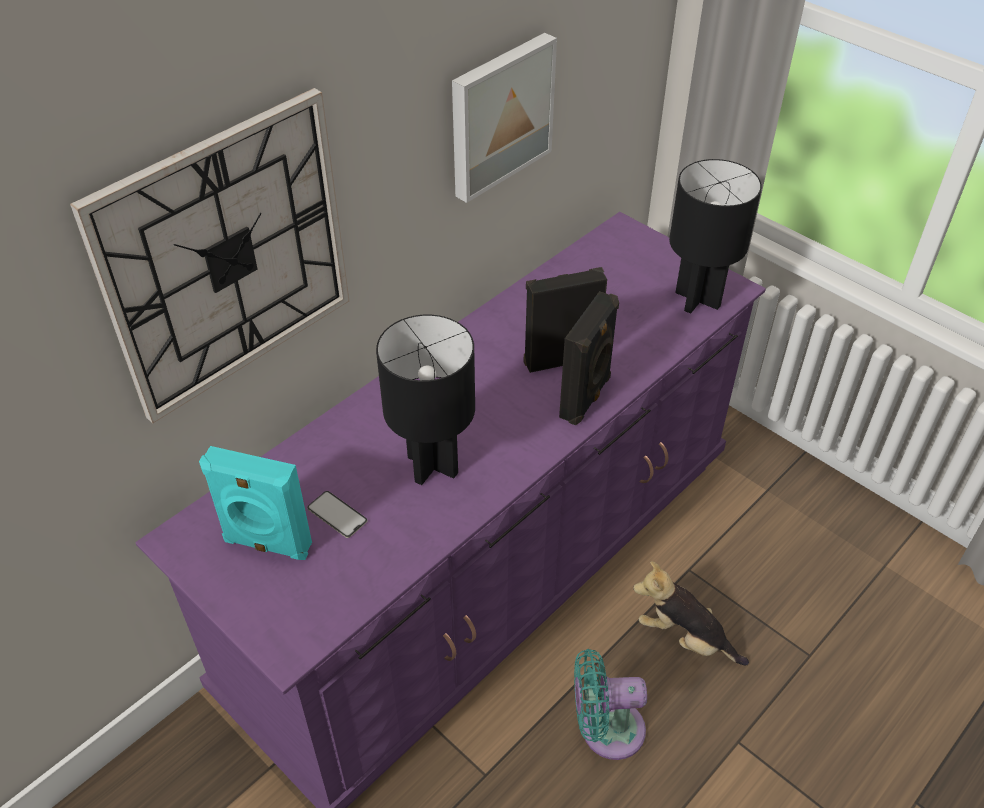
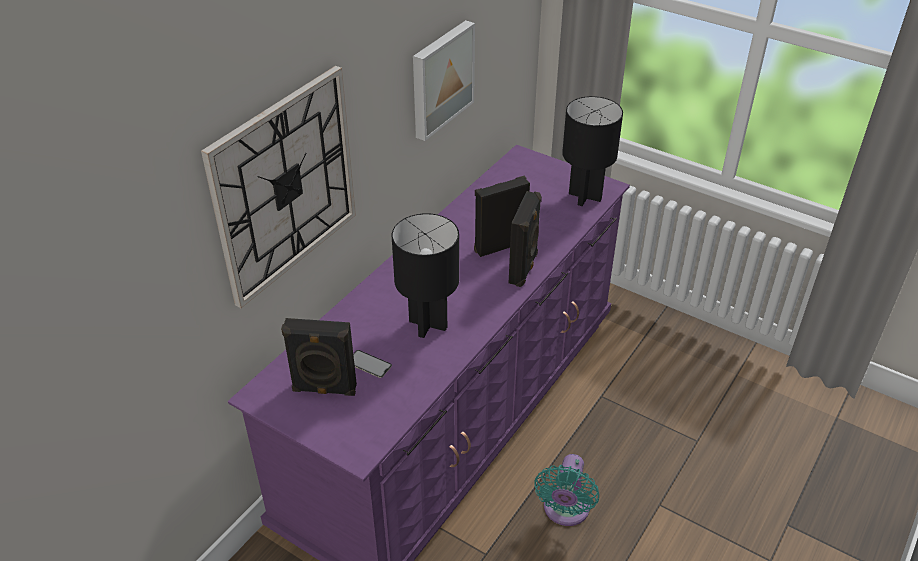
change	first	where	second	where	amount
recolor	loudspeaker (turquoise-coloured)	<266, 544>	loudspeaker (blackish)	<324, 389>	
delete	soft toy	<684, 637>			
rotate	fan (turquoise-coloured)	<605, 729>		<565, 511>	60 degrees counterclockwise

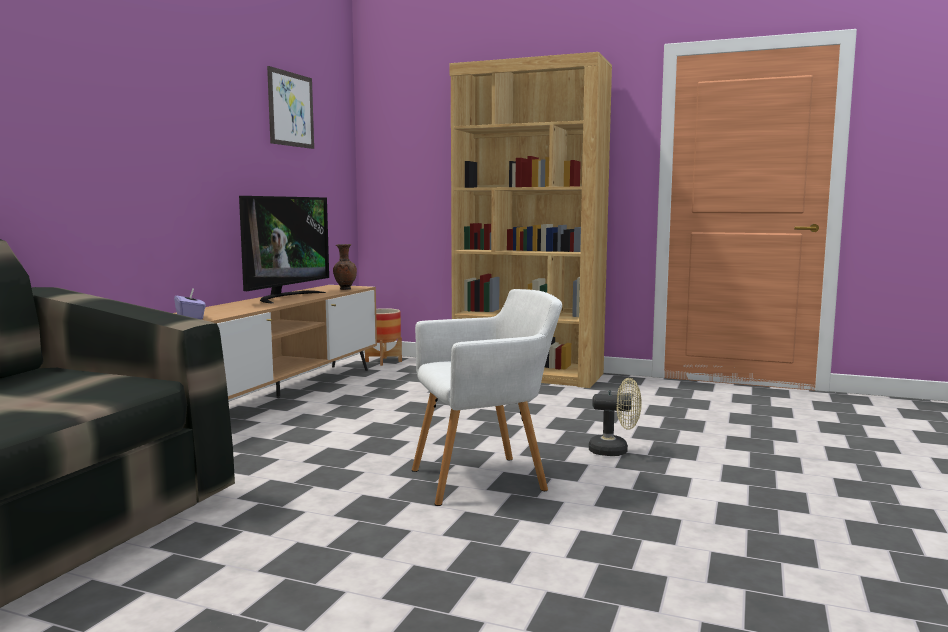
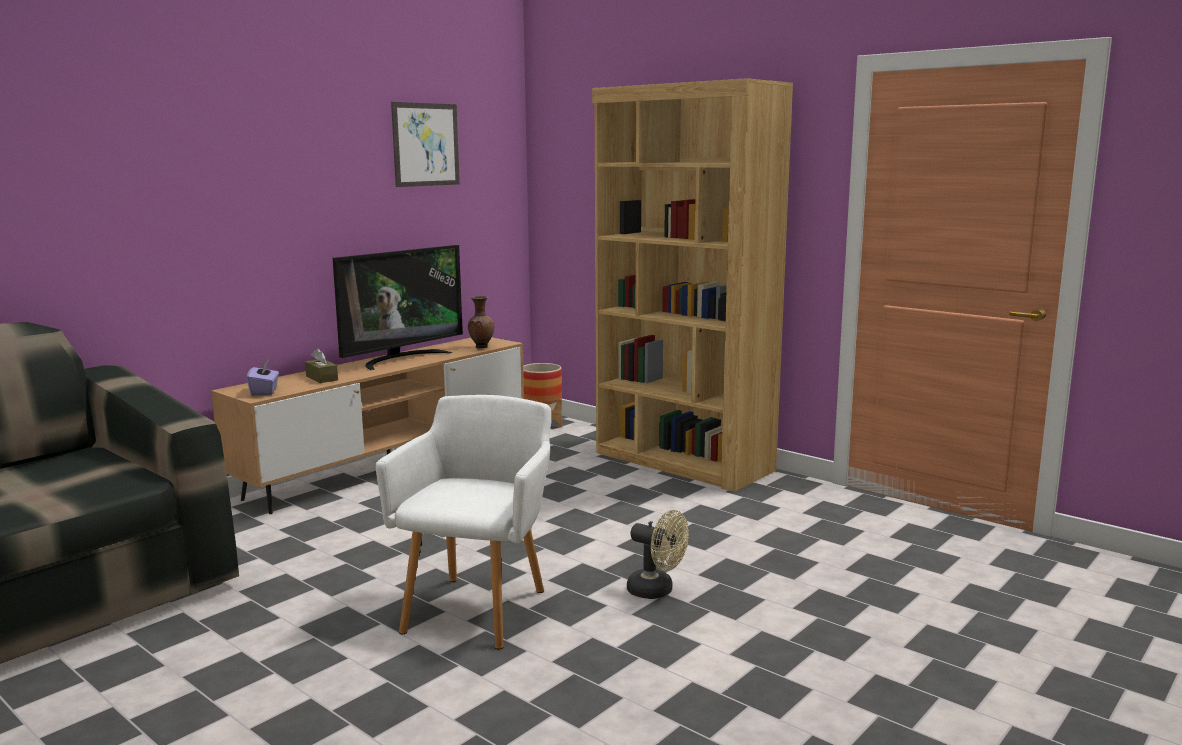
change	first	where	second	where	amount
rotate	lounge chair (white-coloured)	<485, 479>		<479, 607>	75 degrees counterclockwise
insert			box of tissues (brown)	<322, 378>	

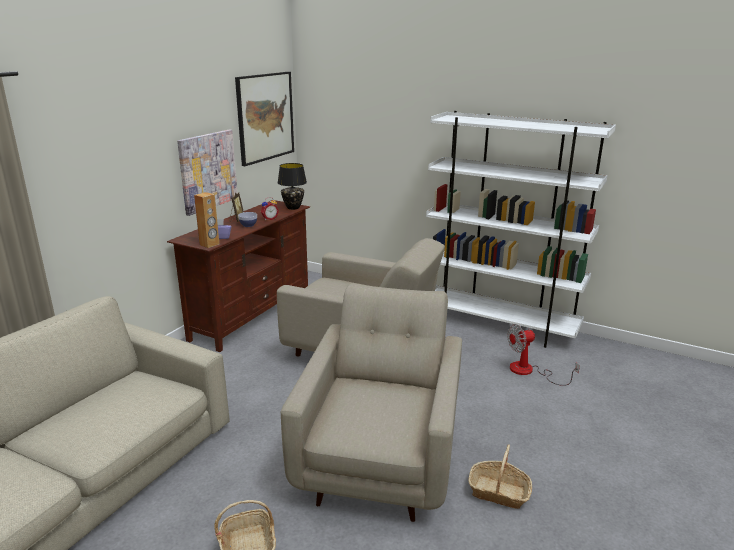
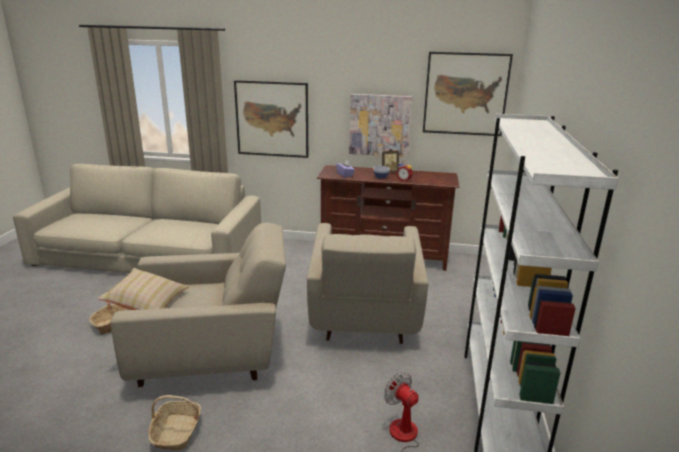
change	first	where	second	where	amount
delete	tabletop lamp (blackish)	<293, 208>			
delete	loudspeaker (brown)	<209, 244>			
insert			wall picture	<272, 119>	
insert			cushion (beige-coloured)	<147, 304>	

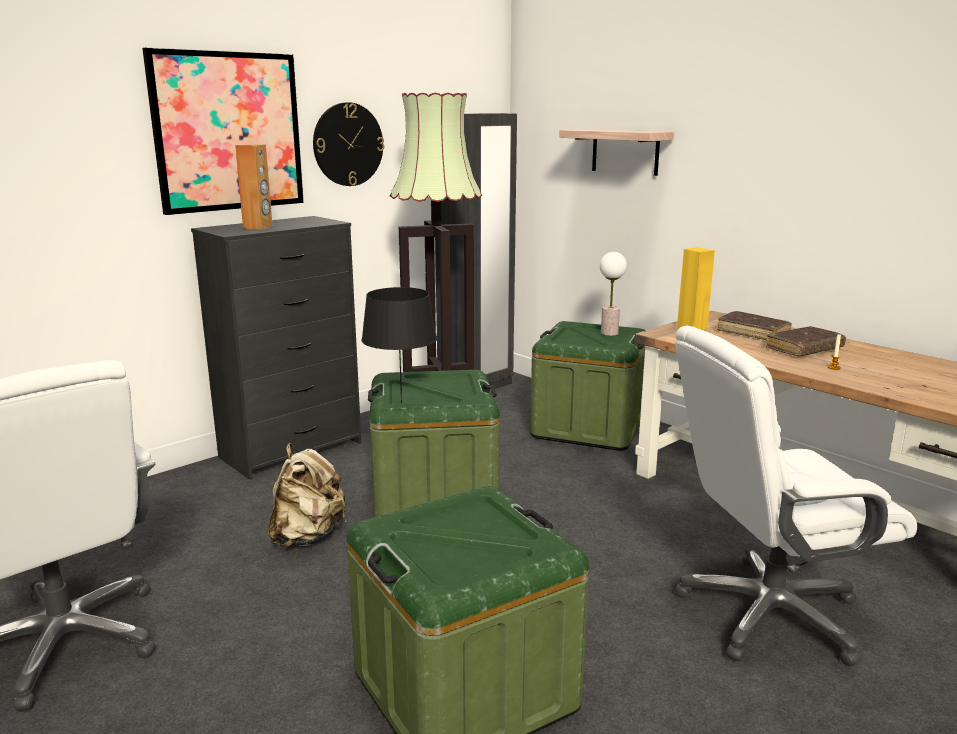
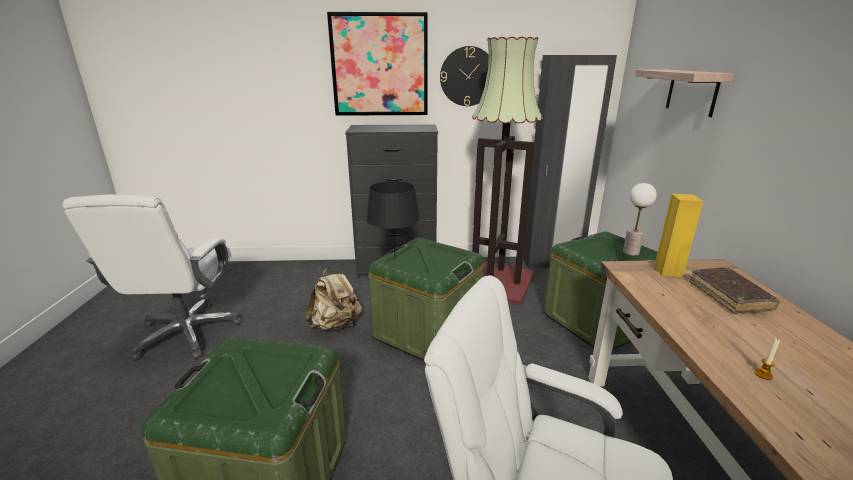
change	first	where	second	where	amount
delete	loudspeaker (brown)	<258, 227>			
delete	book (brown)	<804, 349>			

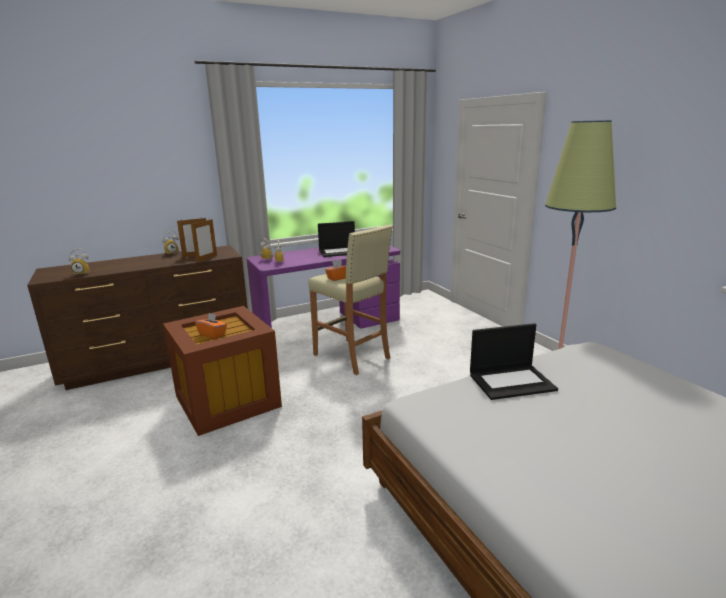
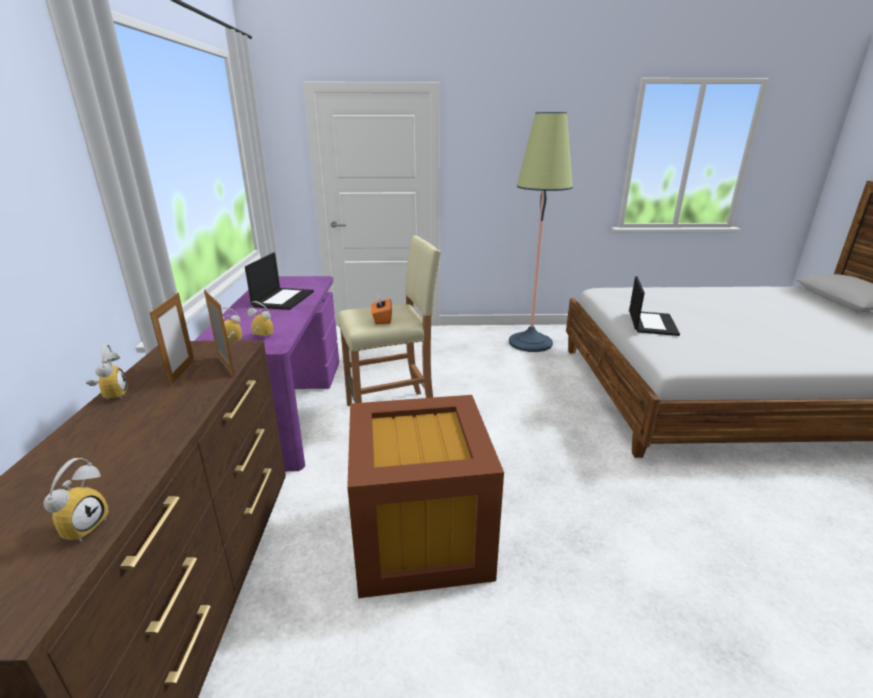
change	first	where	second	where	amount
delete	box of tissues (orange)	<212, 334>			

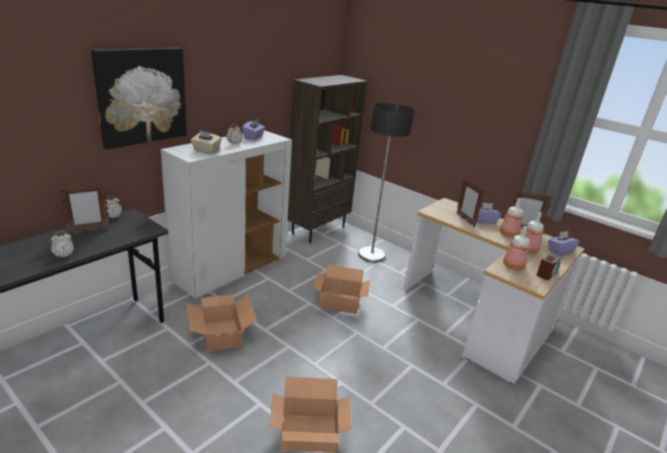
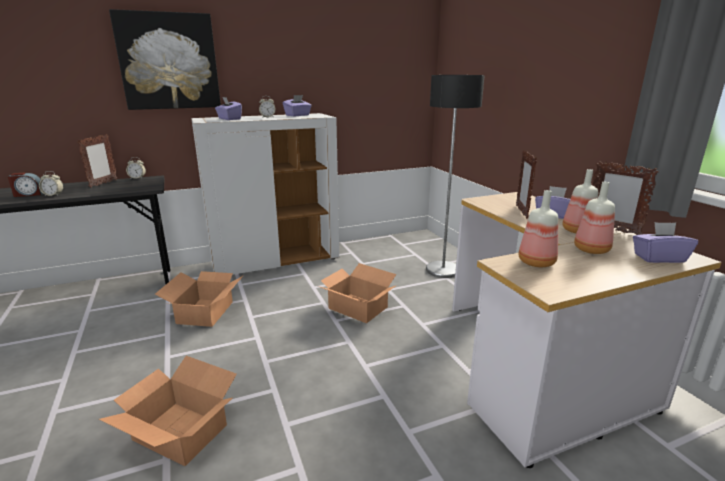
change	first	where	second	where	amount
delete	bookshelf (brown)	<318, 229>			
recolor	box of tissues (beige-coloured)	<206, 150>	box of tissues (purple-coloured)	<229, 119>	
rotate	photo frame	<88, 229>		<103, 183>	75 degrees counterclockwise
move	bedside clock	<546, 274>		<29, 194>	

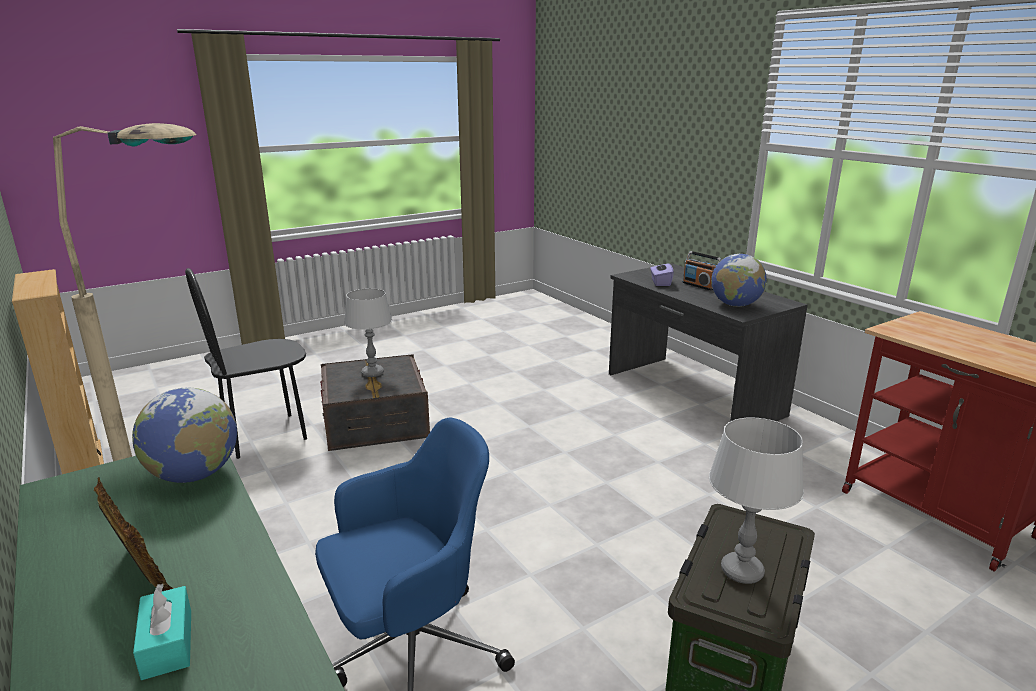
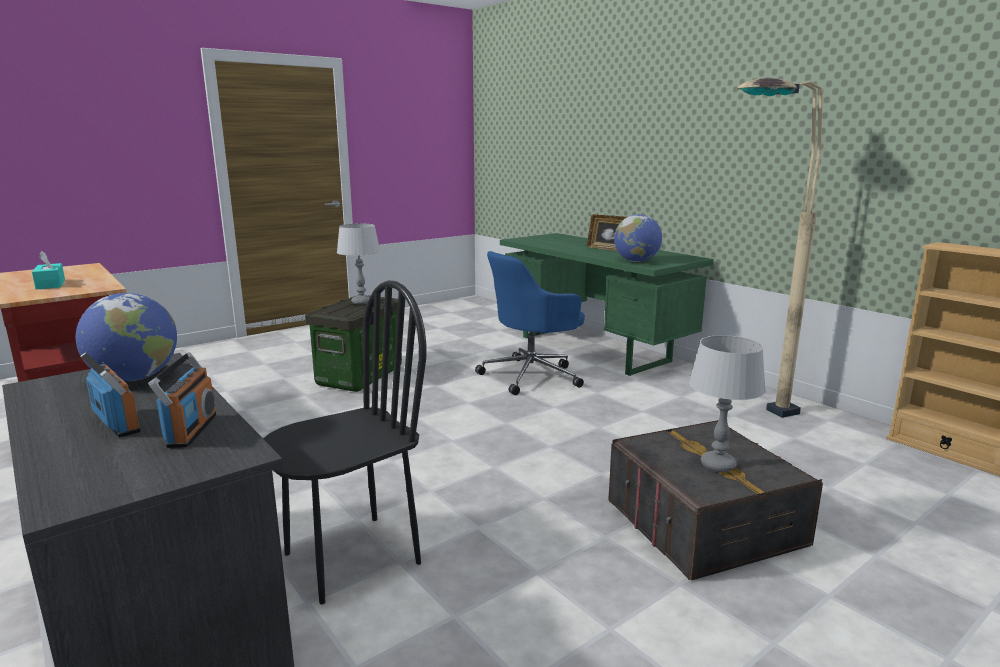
change	first	where	second	where	amount
replace	box of tissues (purple-coloured)	<660, 282>	radio	<191, 430>	
move	upright chair (blackish)	<265, 435>		<352, 557>	
move	box of tissues (turquoise-coloured)	<167, 644>		<50, 284>	

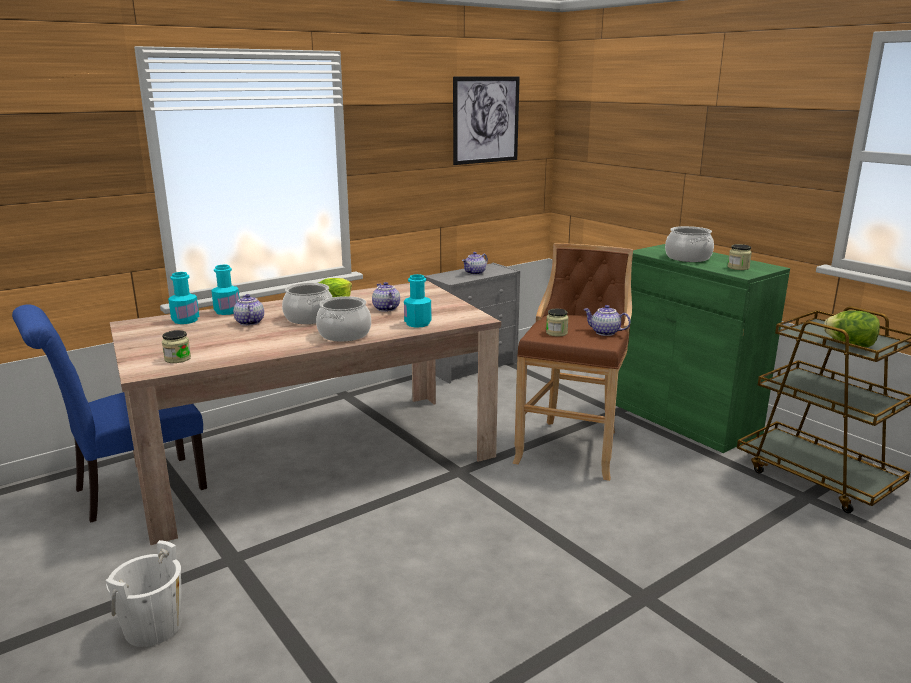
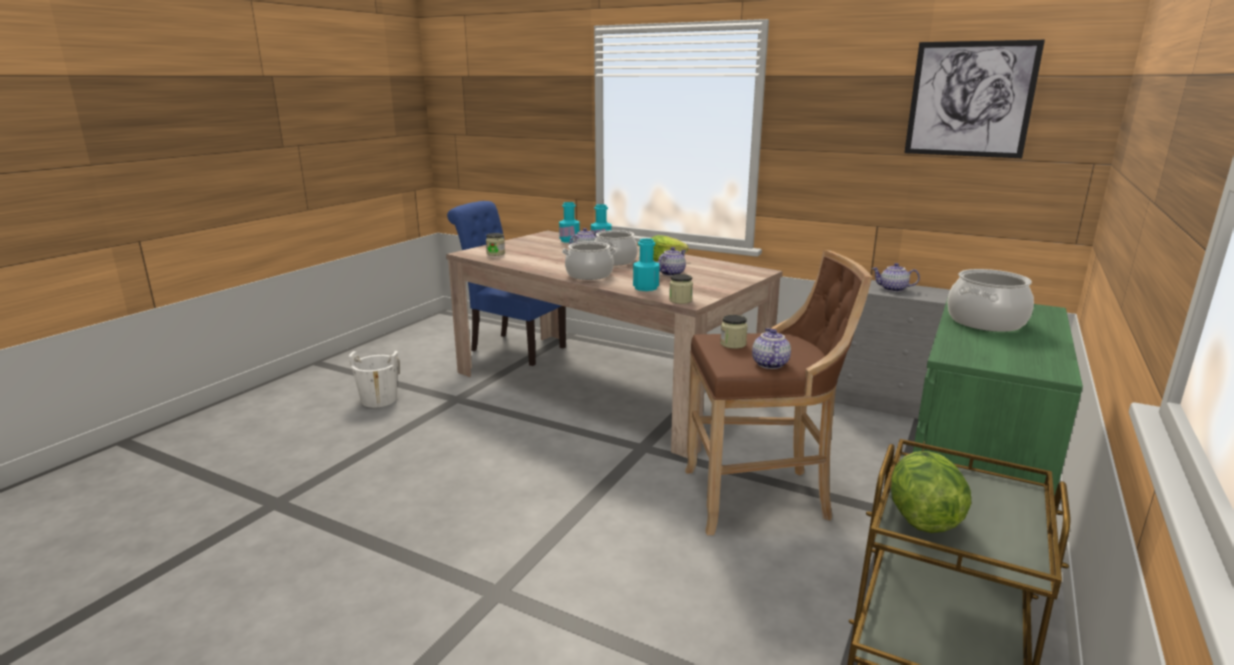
change	first	where	second	where	amount
move	preserve jar	<738, 267>		<680, 300>	

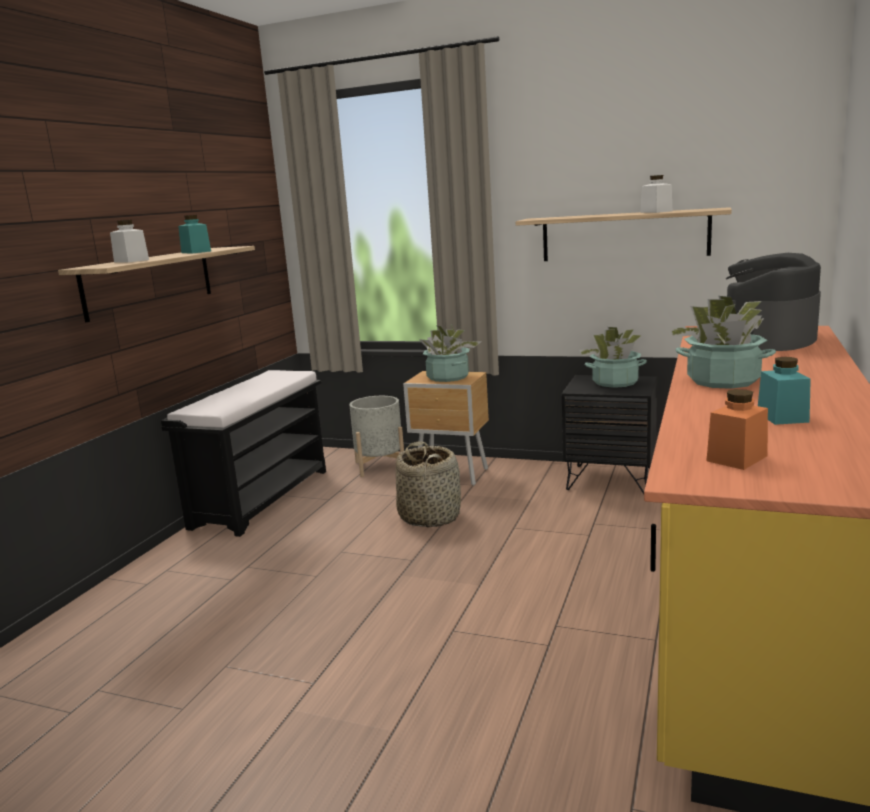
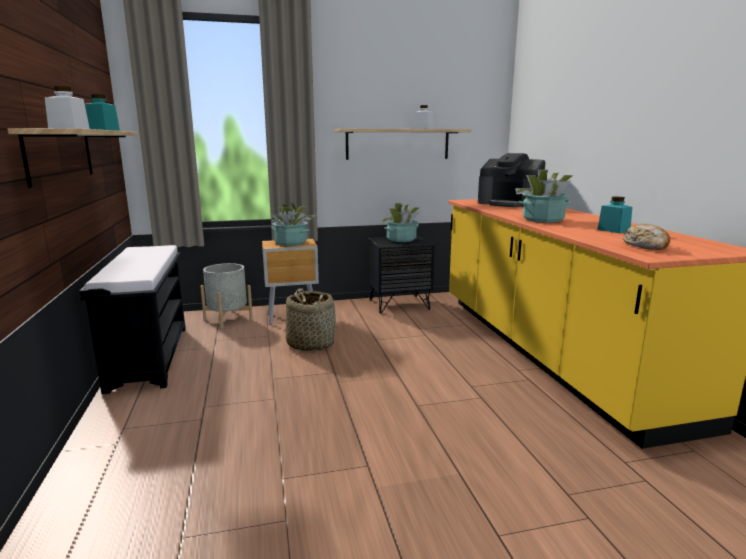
change	first	where	second	where	amount
rotate	coffee maker	<768, 339>		<510, 203>	60 degrees counterclockwise
replace	preserve jar (orange)	<737, 458>	bakery bread	<646, 246>	

